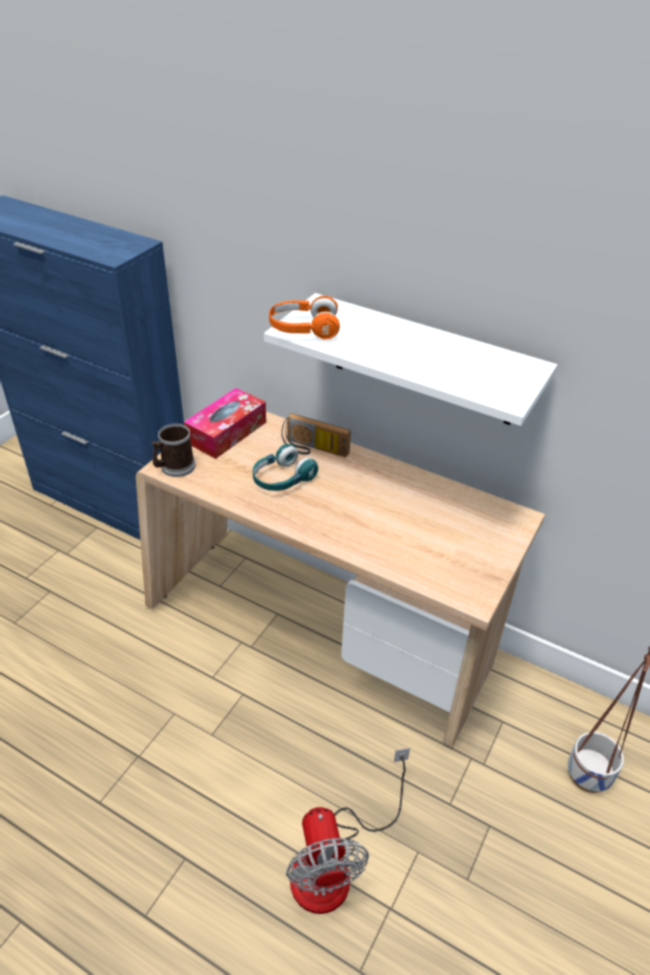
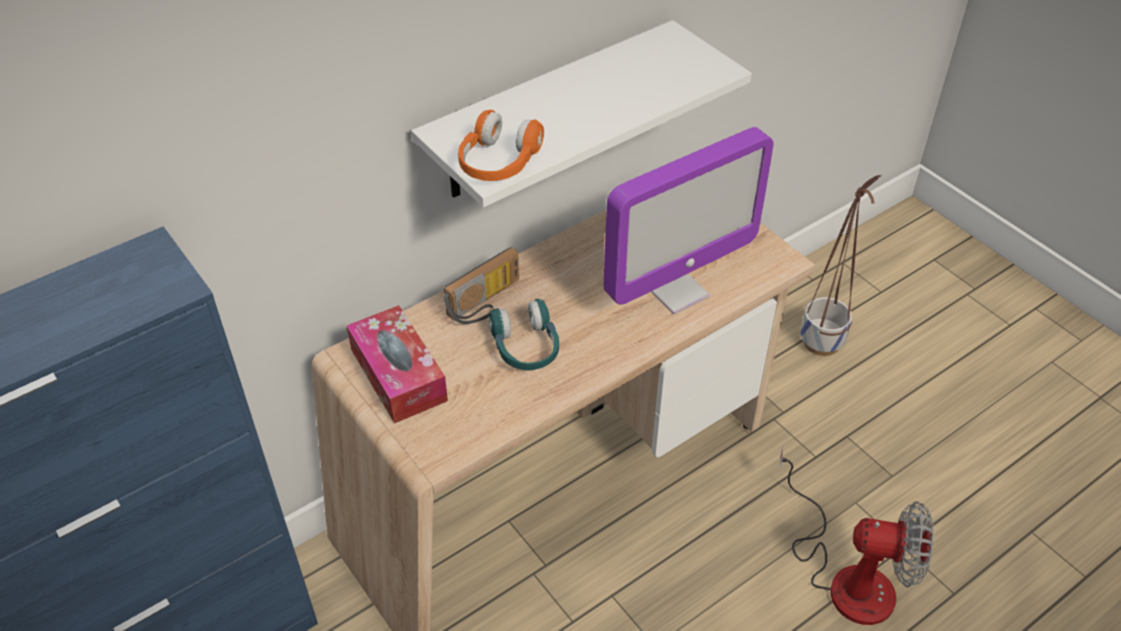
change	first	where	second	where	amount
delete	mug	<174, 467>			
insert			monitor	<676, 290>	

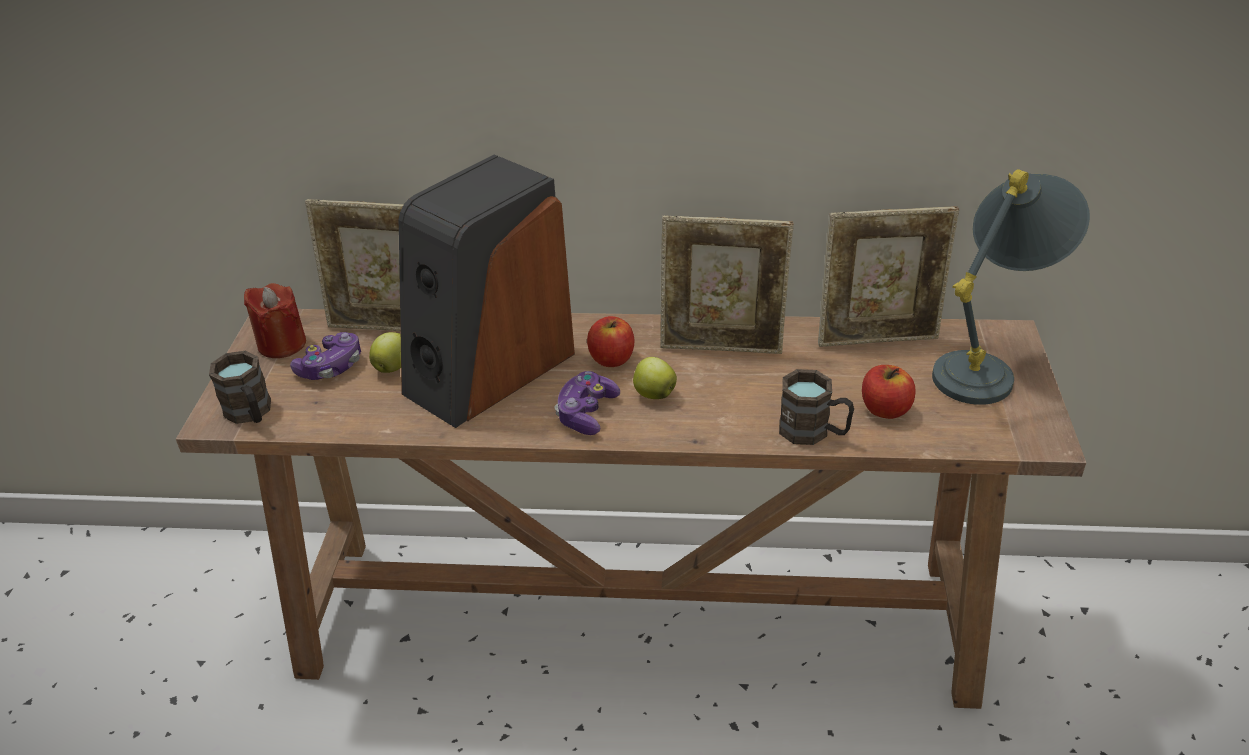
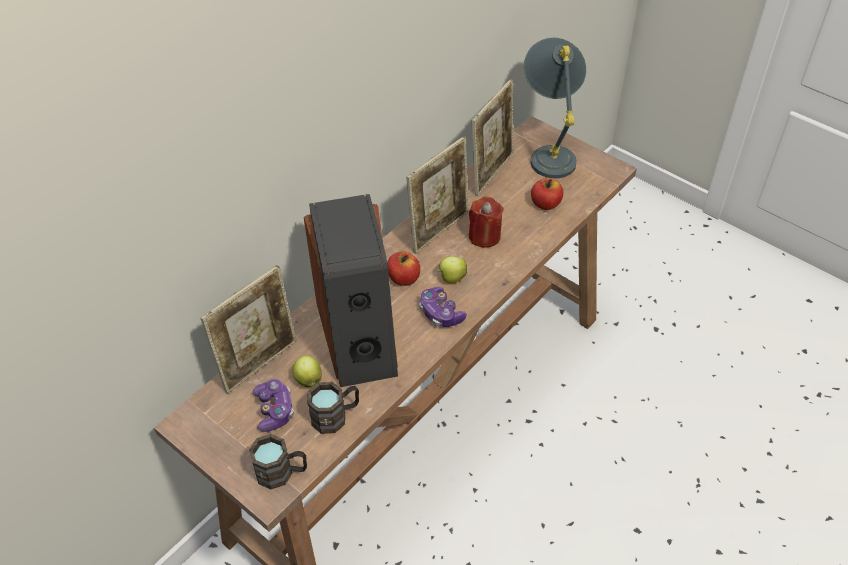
change	first	where	second	where	amount
move	wax light (red)	<282, 344>		<484, 236>	
move	mug (brown)	<814, 432>		<336, 416>	

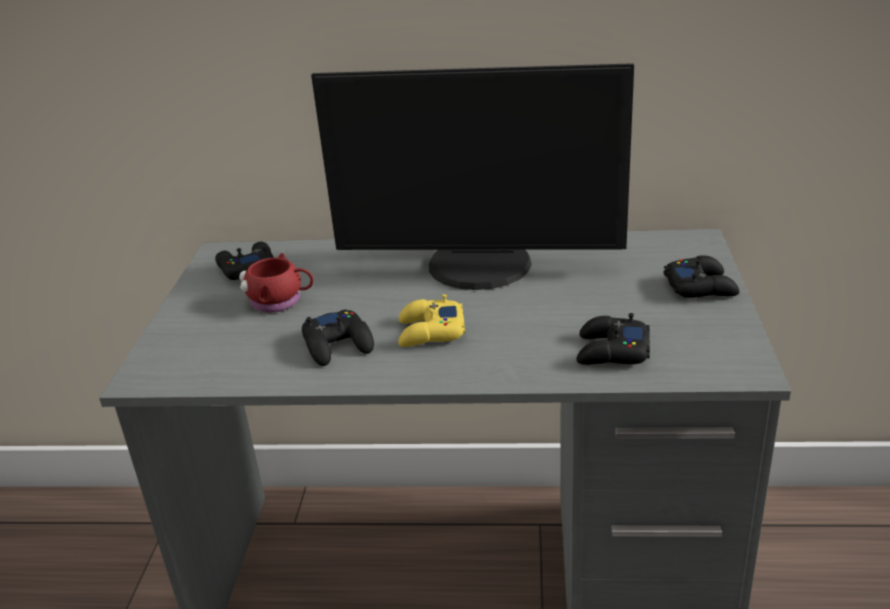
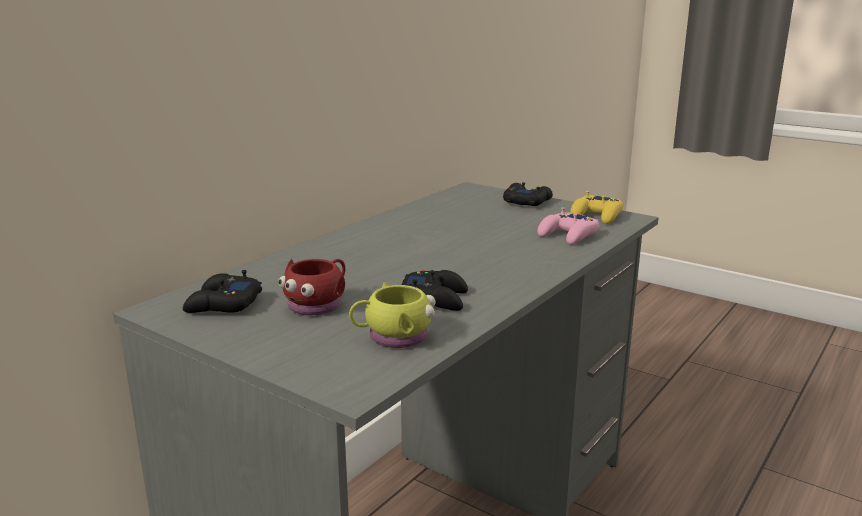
change	first	where	second	where	amount
delete	monitor	<479, 267>			
move	gamepad (yellowish)	<430, 332>		<597, 216>	
recolor	gamepad (blackish)	<611, 351>	gamepad (pink)	<568, 235>	
insert			mug (yellowish)	<393, 337>	

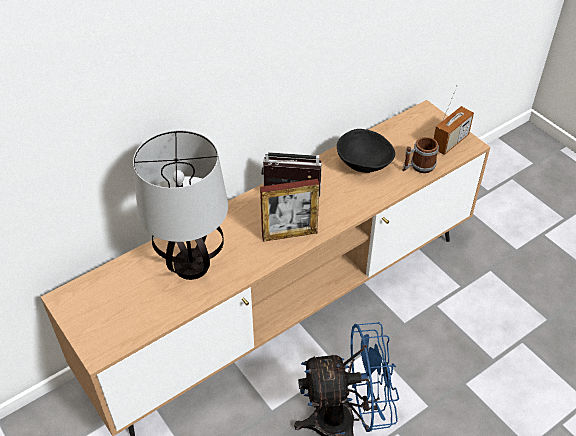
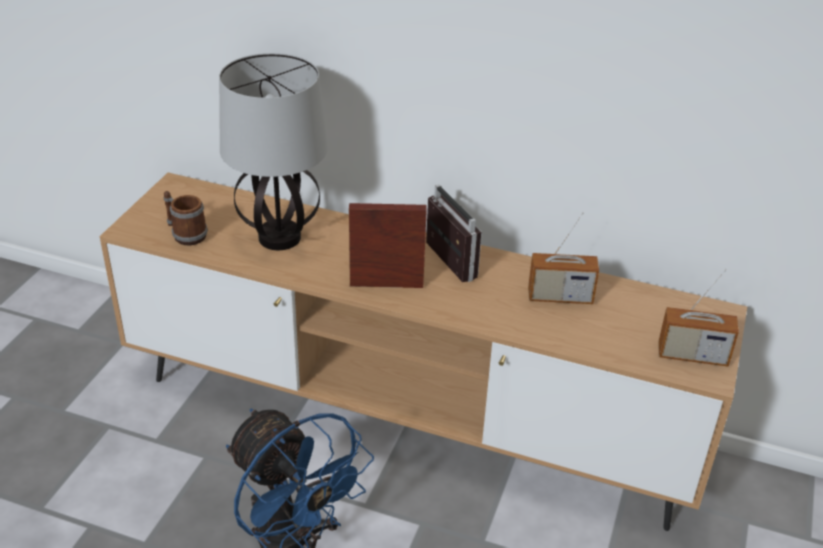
change	first	where	second	where	amount
replace	bowl (blackish)	<364, 164>	radio	<560, 297>	
move	mug	<418, 167>		<185, 234>	
rotate	photo frame	<289, 234>		<386, 284>	135 degrees clockwise

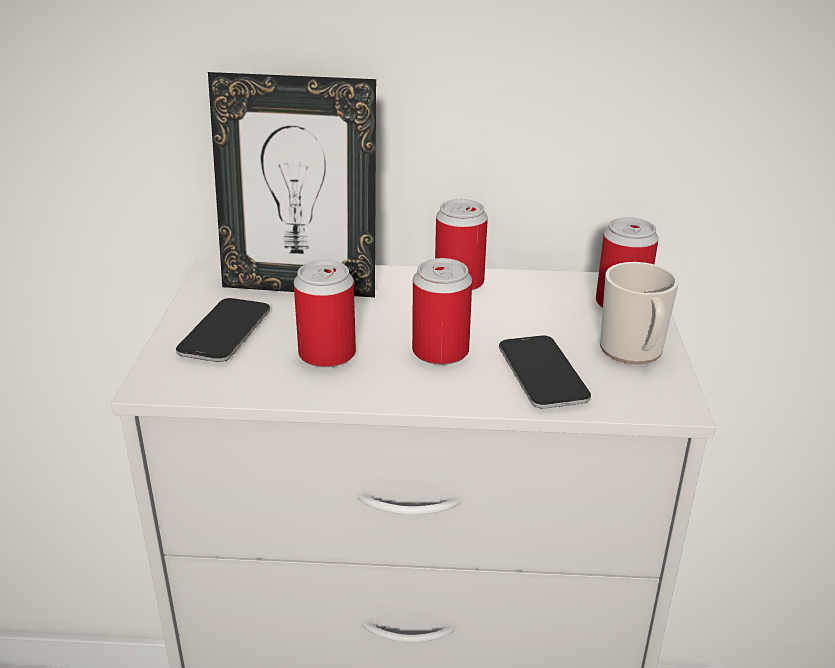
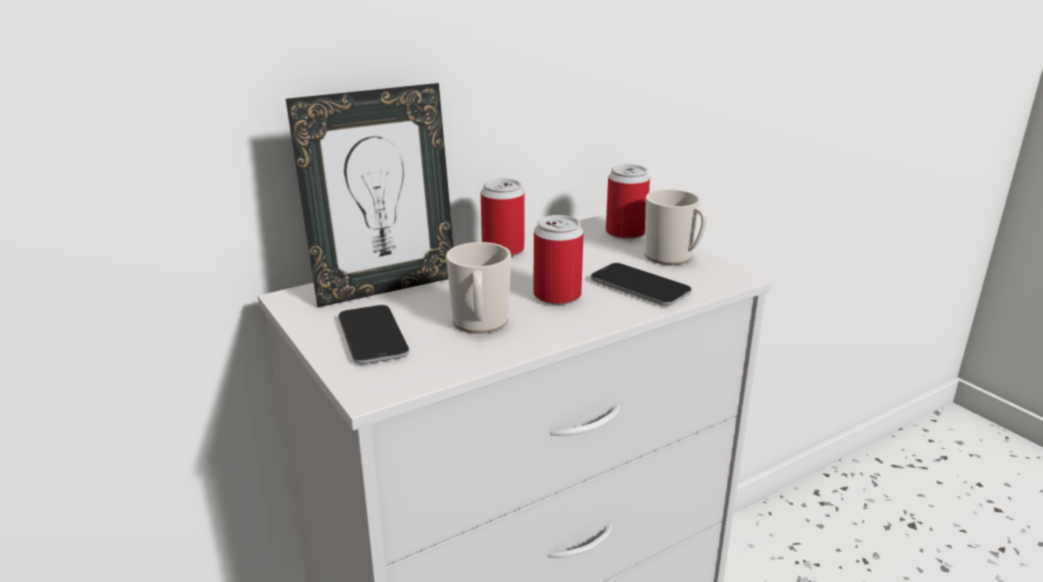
change	first	where	second	where	amount
replace	can	<327, 354>	mug	<480, 323>	

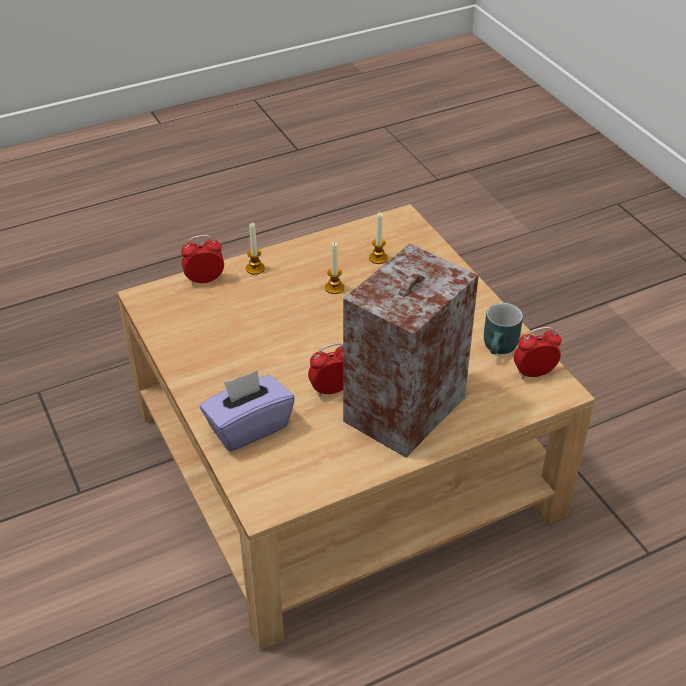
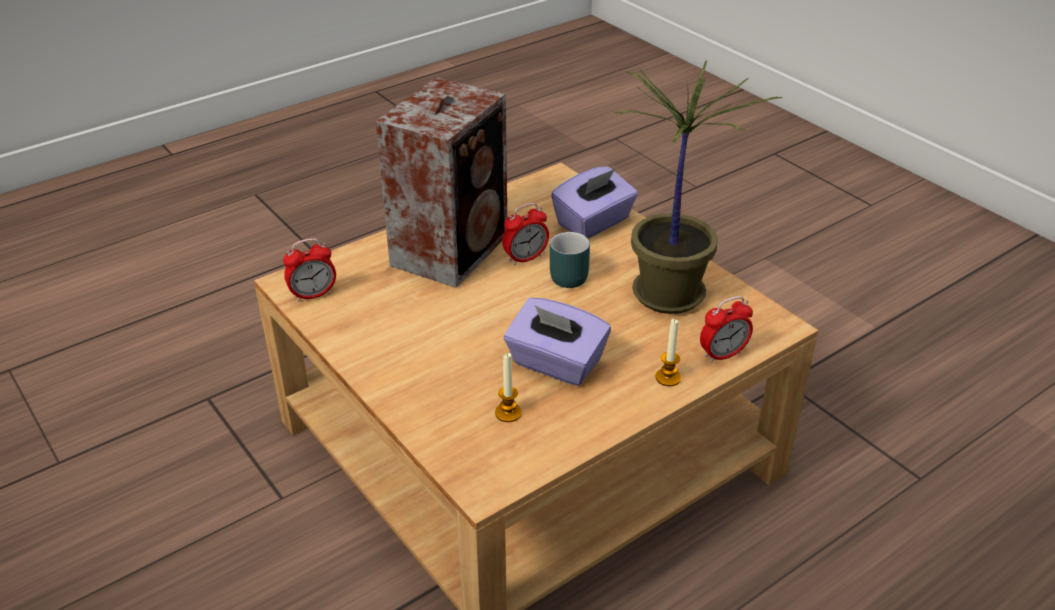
change	first	where	second	where	amount
replace	wax light	<334, 288>	box of tissues (purple-coloured)	<555, 364>	
move	mug (turquoise-coloured)	<501, 348>		<567, 274>	
insert			potted plant	<667, 293>	

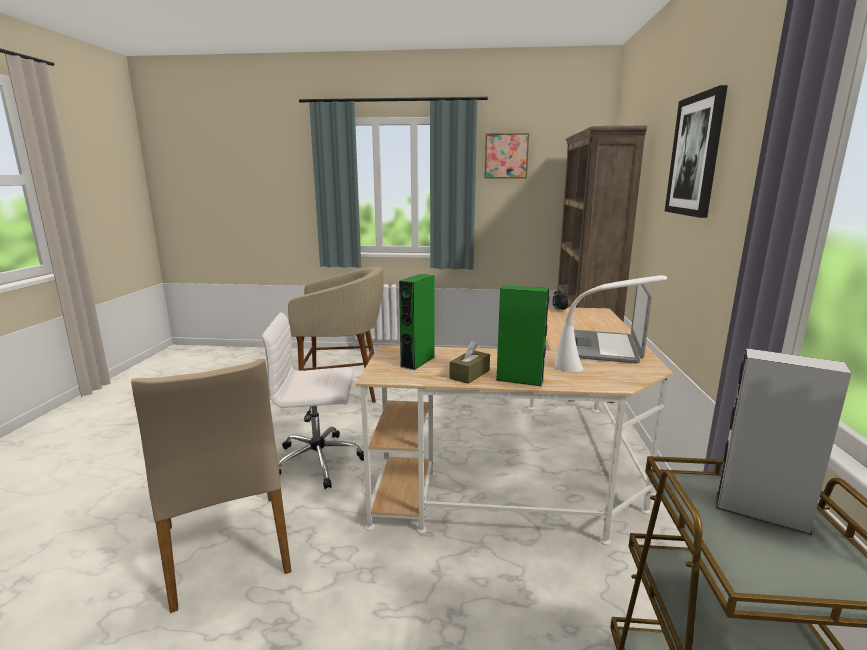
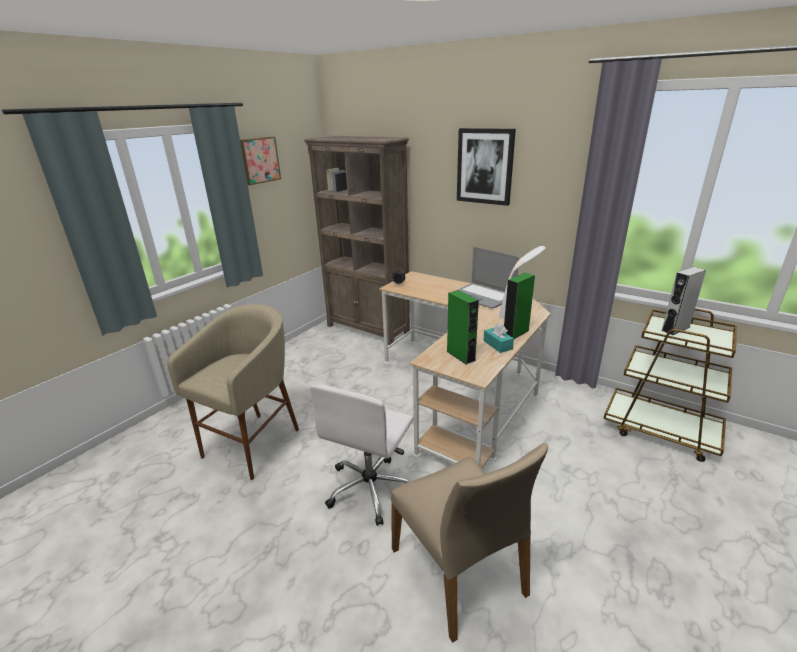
change	first	where	second	where	amount
recolor	box of tissues (brown)	<469, 374>	box of tissues (turquoise-coloured)	<497, 345>	
rotate	upright chair (beige-coloured)	<227, 548>		<459, 571>	60 degrees clockwise

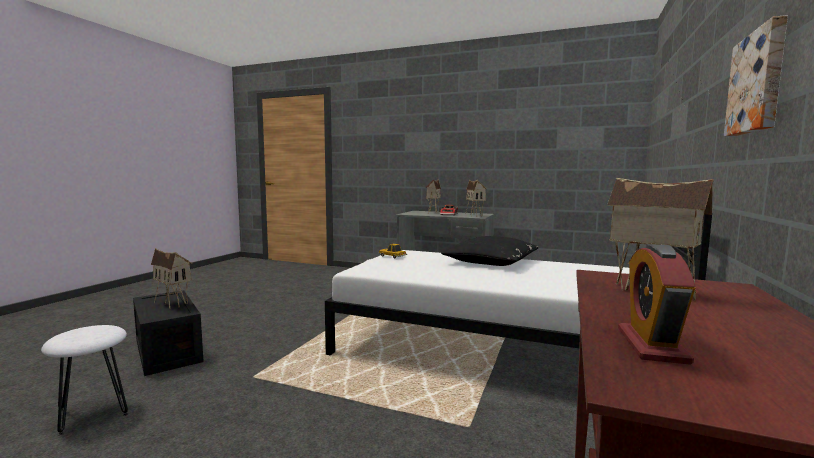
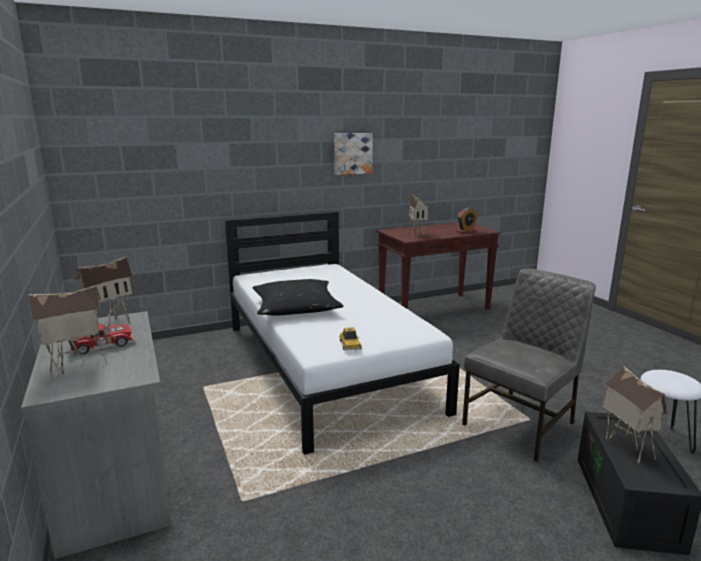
change	first	where	second	where	amount
insert			upright chair (grey)	<521, 424>	

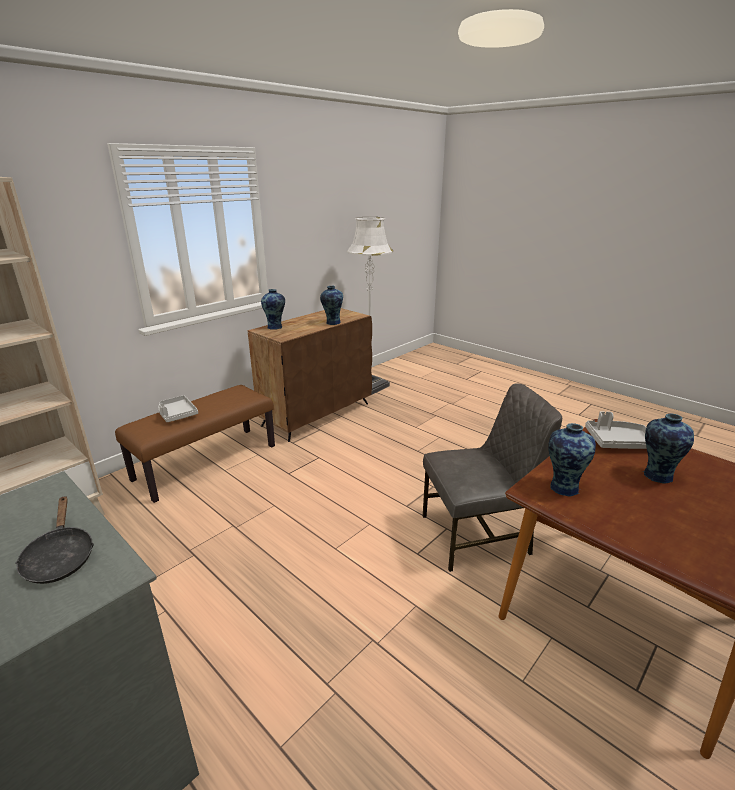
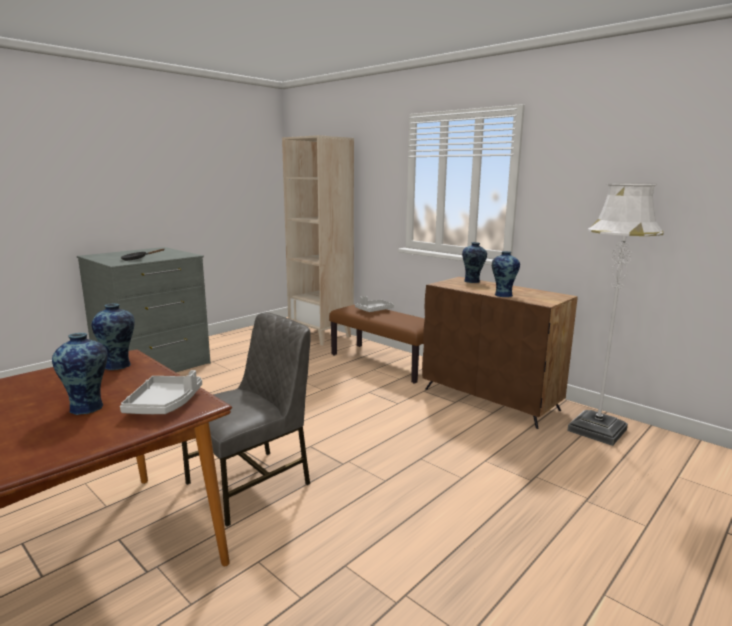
change	first	where	second	where	amount
rotate	upright chair (grey)	<477, 535>		<251, 483>	120 degrees counterclockwise

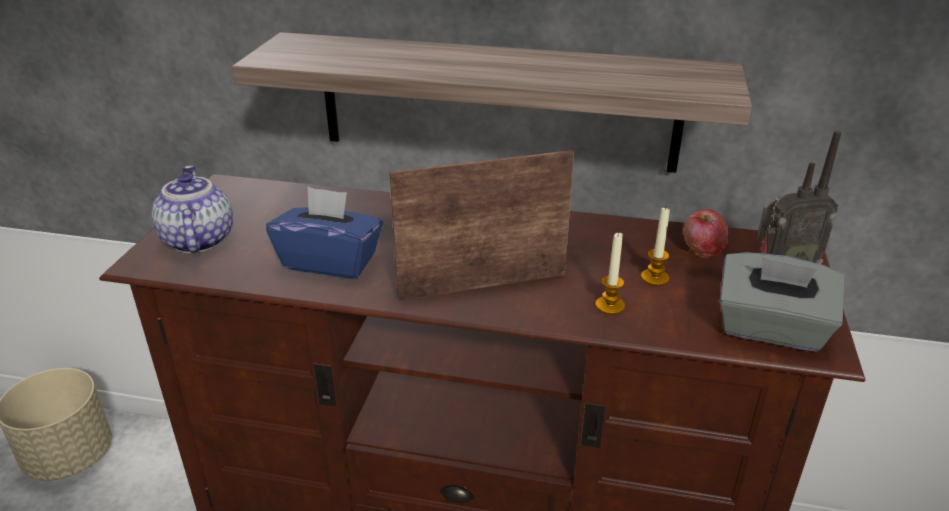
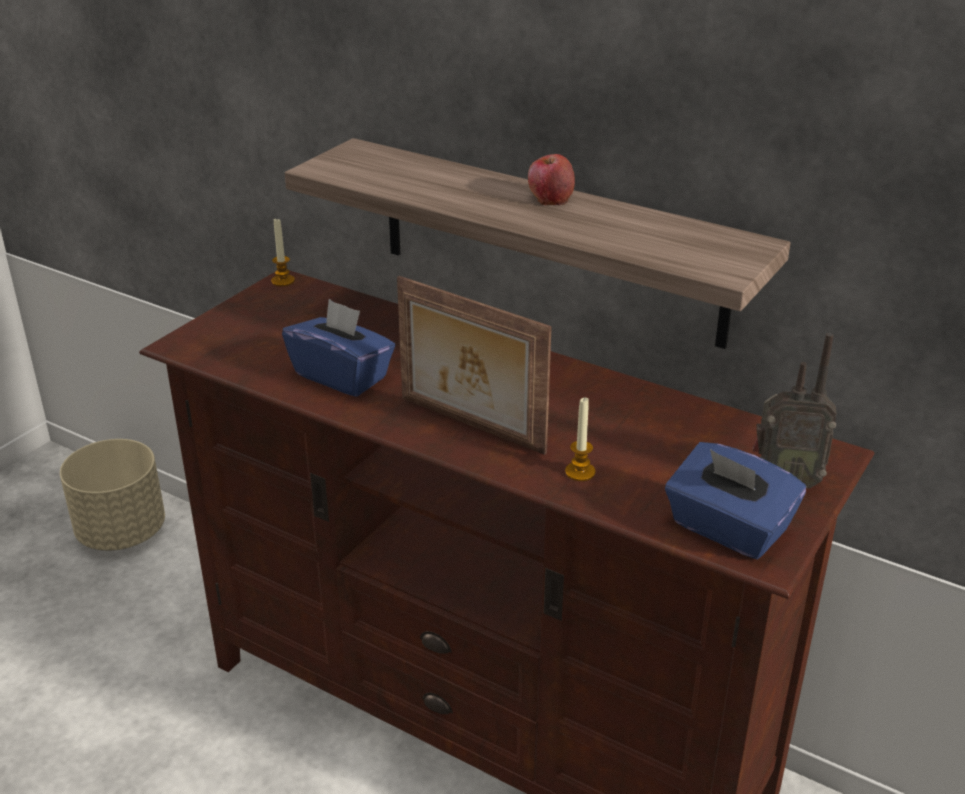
change	first	where	second	where	amount
rotate	photo frame	<482, 284>		<470, 426>	150 degrees counterclockwise
delete	pot for tea	<196, 240>			
move	wax light	<654, 278>		<283, 281>	
move	whole apple	<702, 249>		<550, 198>	
recolor	box of tissues (grey)	<771, 329>	box of tissues (bluish)	<728, 529>	

